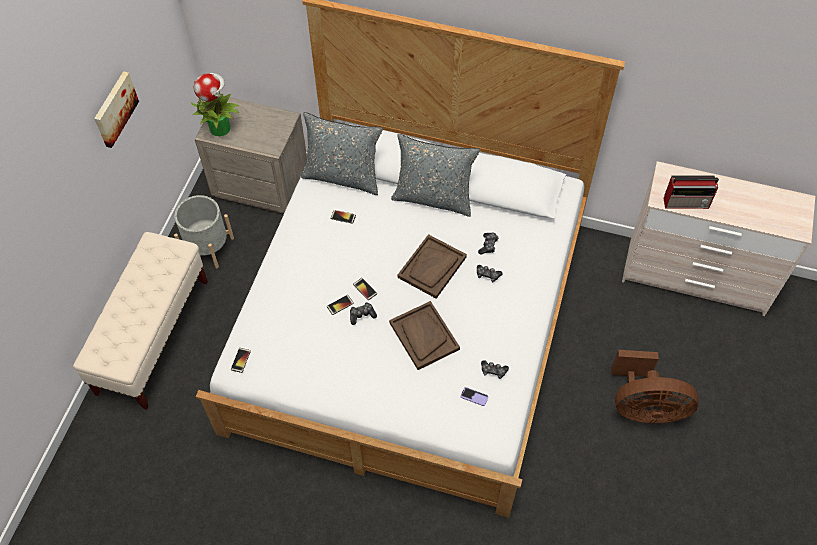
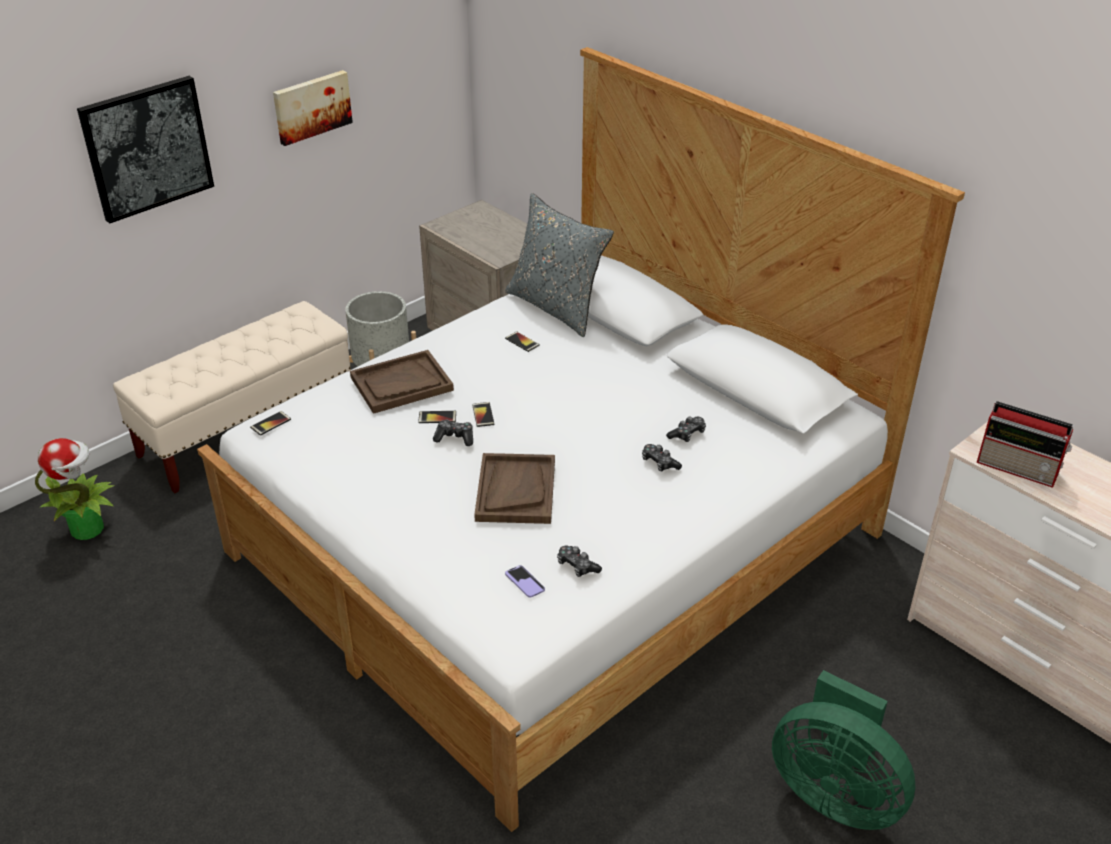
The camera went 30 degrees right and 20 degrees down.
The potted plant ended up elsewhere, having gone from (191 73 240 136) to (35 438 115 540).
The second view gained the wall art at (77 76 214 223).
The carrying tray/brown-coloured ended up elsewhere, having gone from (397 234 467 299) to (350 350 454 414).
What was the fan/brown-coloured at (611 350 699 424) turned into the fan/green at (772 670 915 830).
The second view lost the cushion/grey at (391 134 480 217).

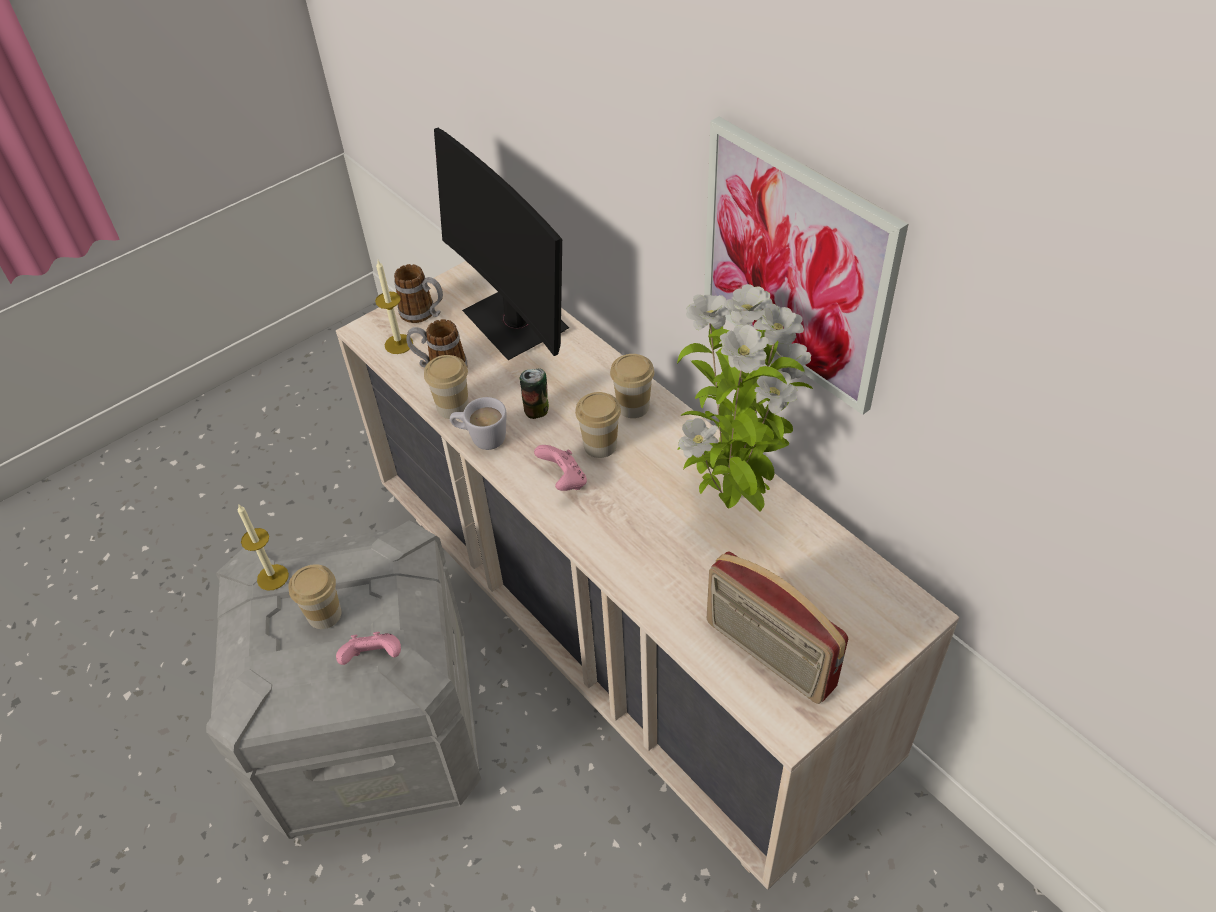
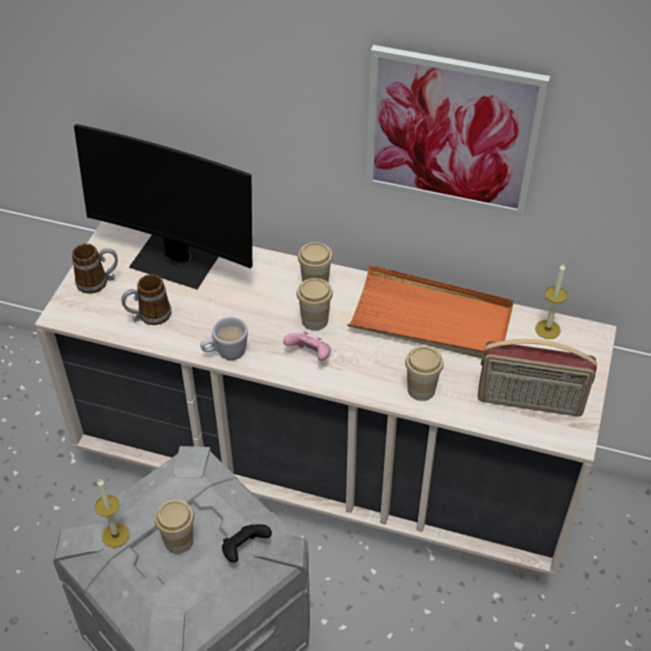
The camera went 35 degrees left and 0 degrees up.
What was the joypad/pinkish at (336 632 401 665) turned into the joypad/blackish at (222 524 272 563).
Where the potted plant stood at (677 284 813 511), the carrying tray/orangey came to stand at (347 264 514 359).
The cup ended up elsewhere, having gone from (424 355 469 419) to (405 346 444 401).
The wax candle ended up elsewhere, having gone from (375 260 413 354) to (535 263 567 339).
The second view lost the metal can at (519 368 549 419).

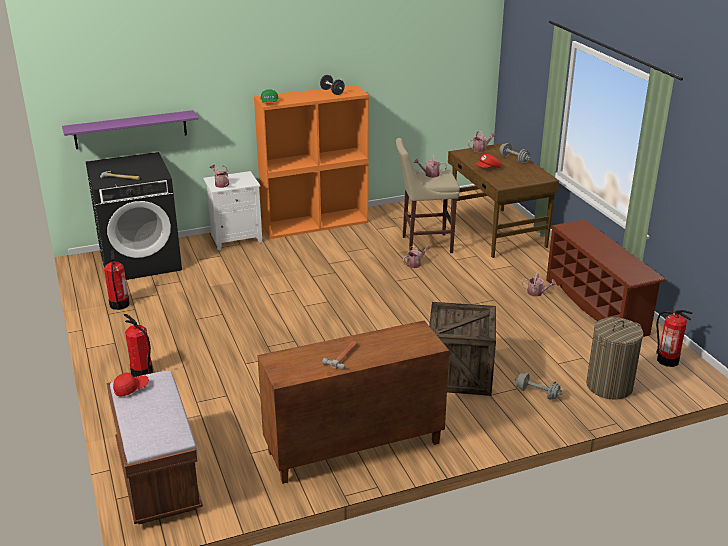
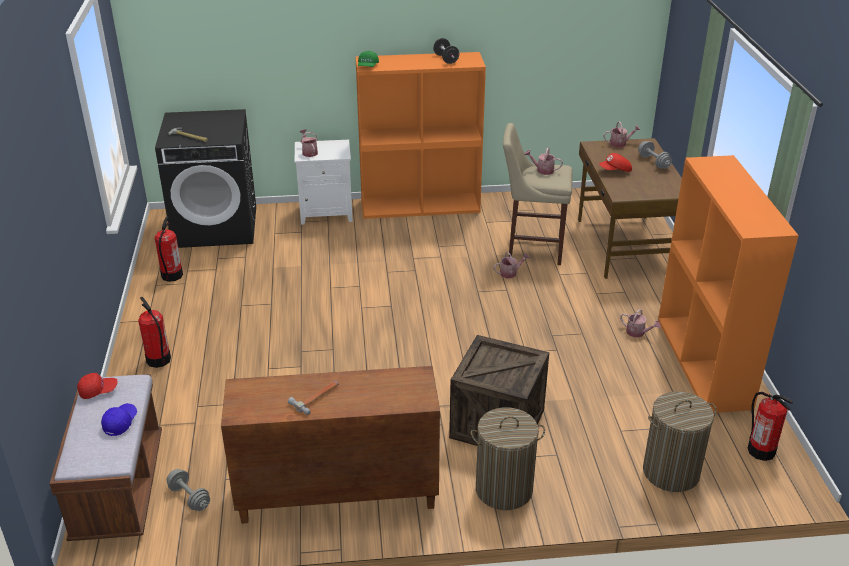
The camera went 15 degrees right and 5 degrees up.
The second view gained the peaked cap/bluish at (101 403 137 436).
The hand weight/grey ended up elsewhere, having gone from (515 373 563 400) to (167 469 210 511).
The second view gained the washing basket at (471 407 545 510).
Where the shoe stand/brown-coloured stood at (546 220 666 337), the bookshelf/orangey came to stand at (658 155 799 413).
The second view lost the wall shelf/purple-coloured at (62 110 199 149).

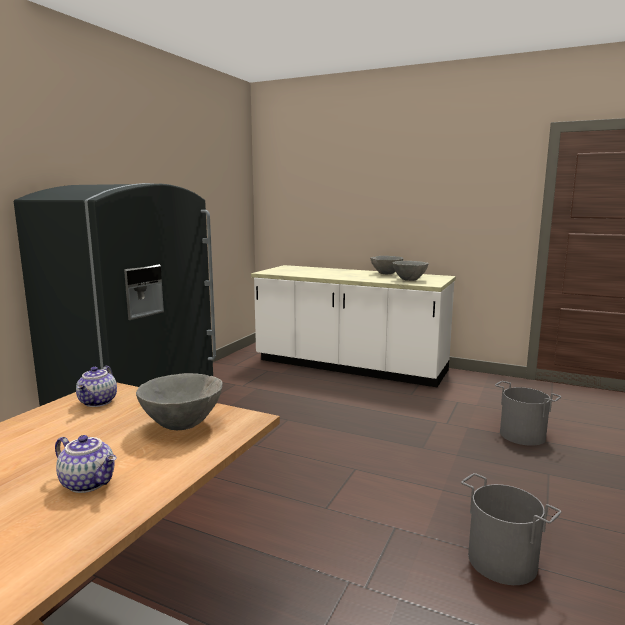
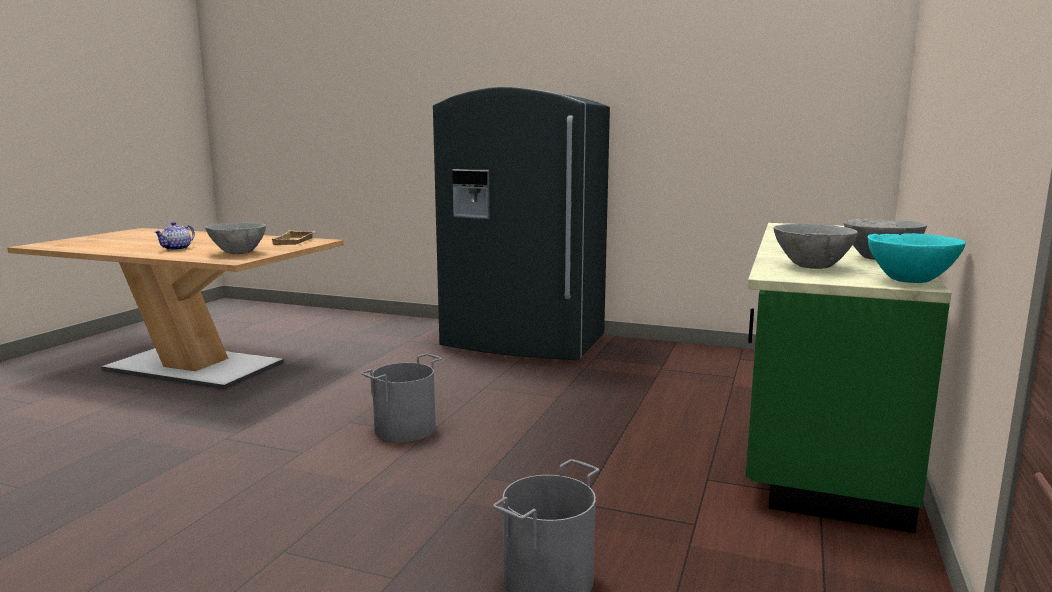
The camera went 85 degrees right and 0 degrees up.
Where the tea pot stood at (76 366 117 407), the carrying tray/beige-coloured came to stand at (272 230 315 245).
The pail/grey ended up elsewhere, having gone from (461 473 561 585) to (361 353 442 442).
What was the kitchen base unit/white at (251 265 456 387) turned into the kitchen base unit/green at (745 223 951 533).
The second view gained the serving bowl/blue-green at (867 233 966 283).

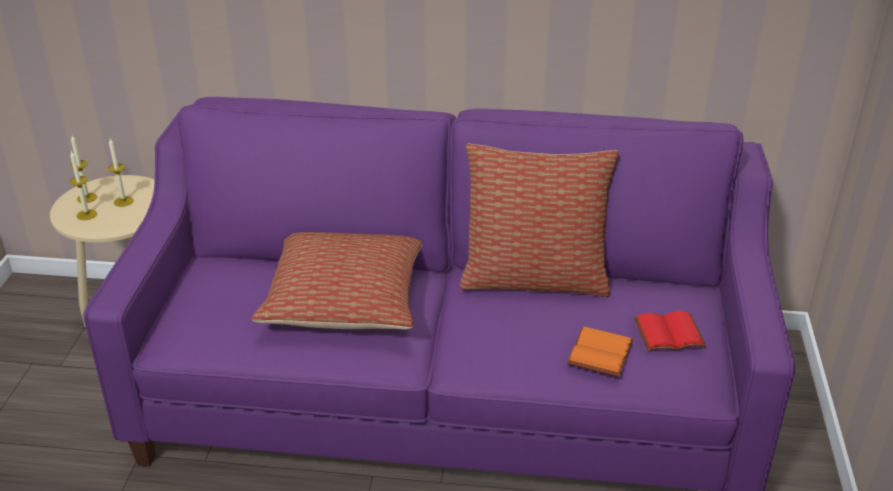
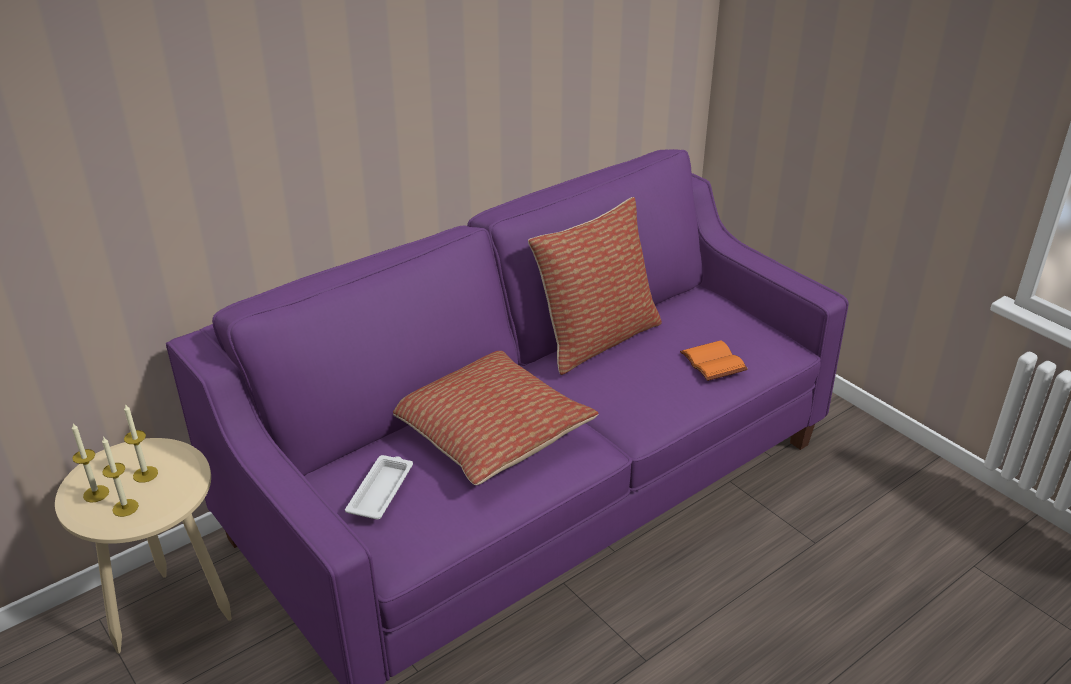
The camera went 45 degrees left and 0 degrees up.
The second view gained the carrying tray/white at (345 455 413 520).
The second view lost the volume/reddish at (634 311 706 351).

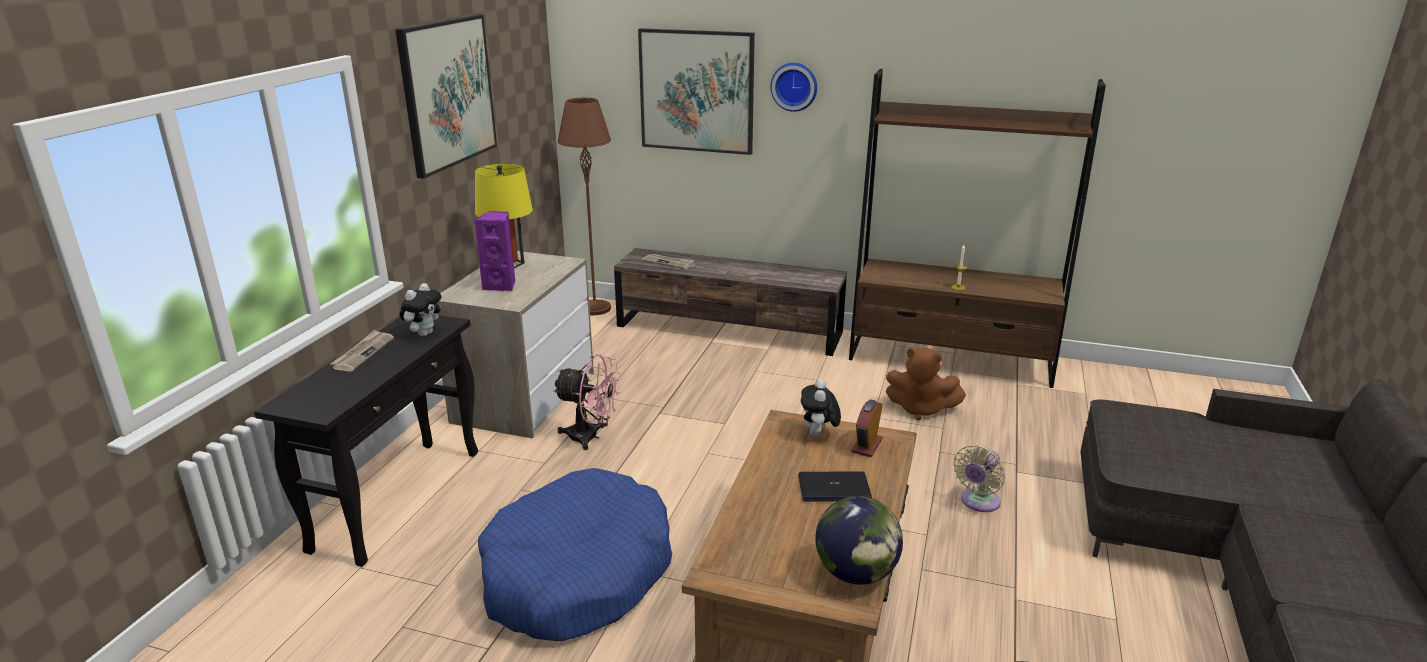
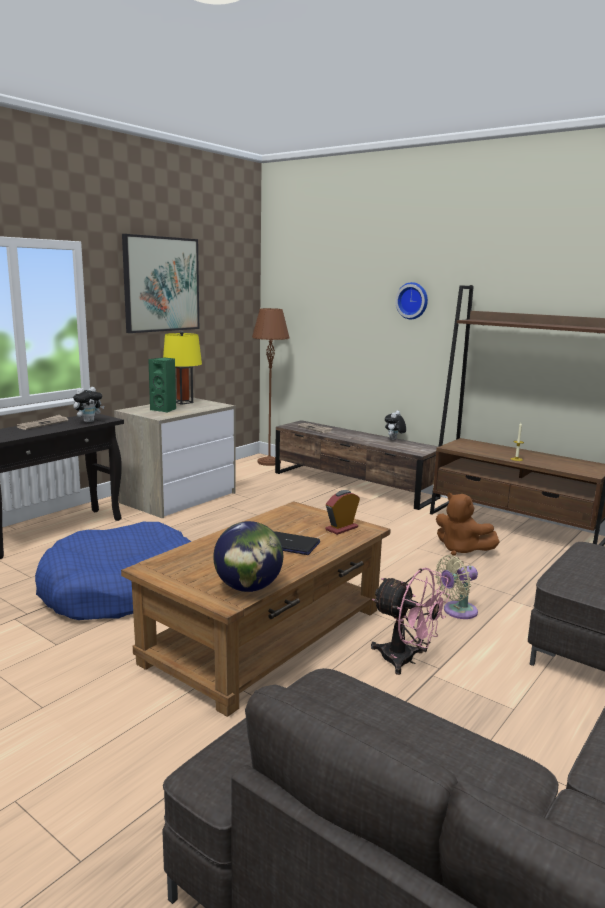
The camera went 20 degrees right and 10 degrees down.
What was the speaker/purple-coloured at (474 211 516 291) turned into the speaker/green at (148 357 176 412).
The fan/pinkish ended up elsewhere, having gone from (553 354 621 450) to (371 567 450 675).
The plush toy ended up elsewhere, having gone from (801 379 841 436) to (385 411 406 440).
The second view lost the wall art at (638 28 755 155).

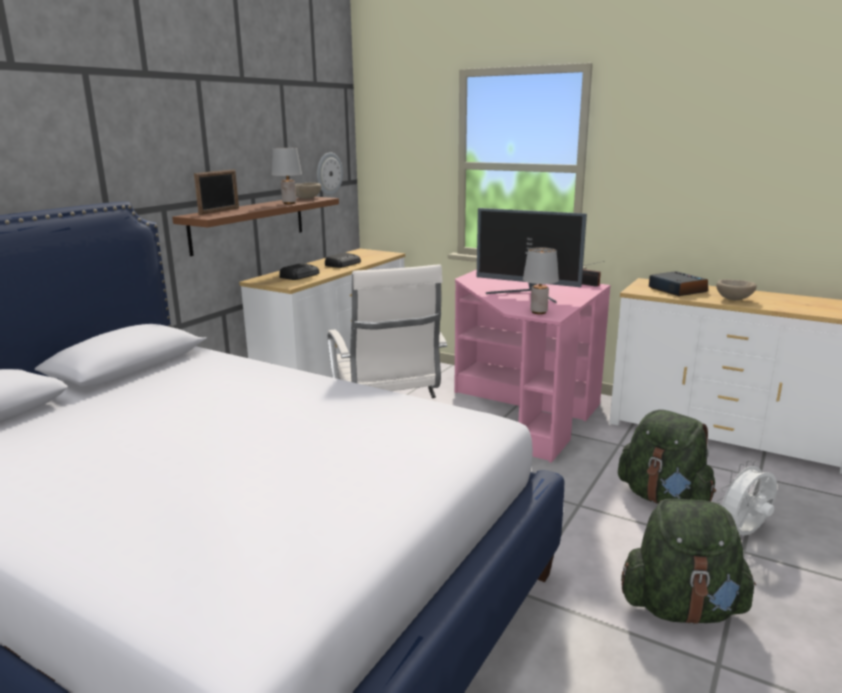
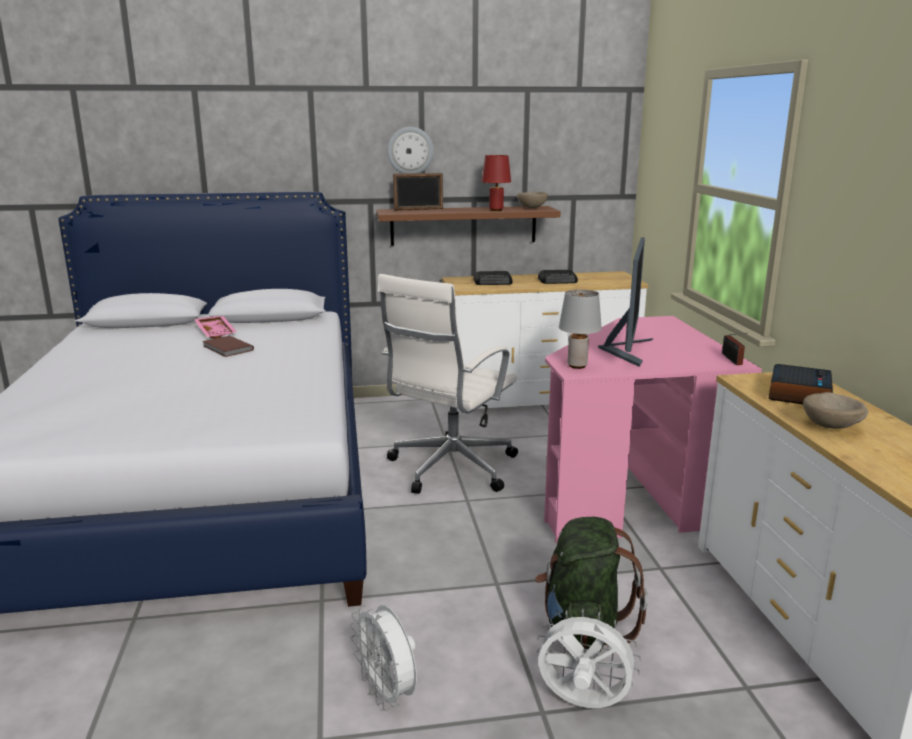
The camera went 50 degrees right and 0 degrees up.
The second view gained the carrying tray/pinkish at (194 316 237 339).
The second view gained the volume/brown-coloured at (203 335 254 357).
Where the knapsack/green stood at (621 499 756 625), the fan/white came to stand at (350 605 417 711).
The wall clock ended up elsewhere, having gone from (317 152 343 195) to (387 127 434 174).
What was the tabletop lamp/grey at (272 148 302 204) turned into the tabletop lamp/reddish at (481 155 511 211).
The computer screen at (477 208 587 303) ended up facing another way, 150 degrees counterclockwise from before.

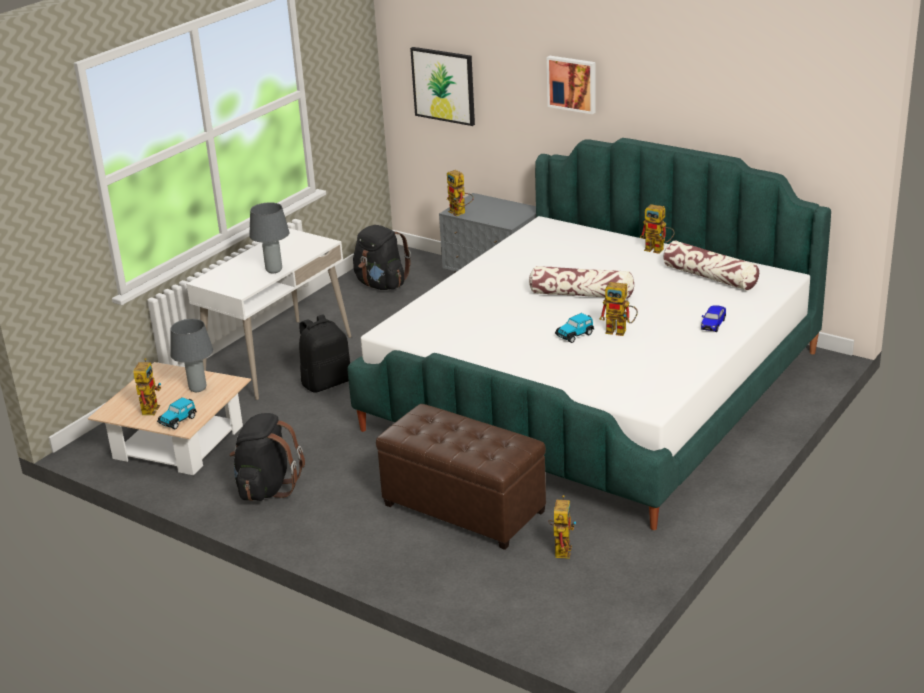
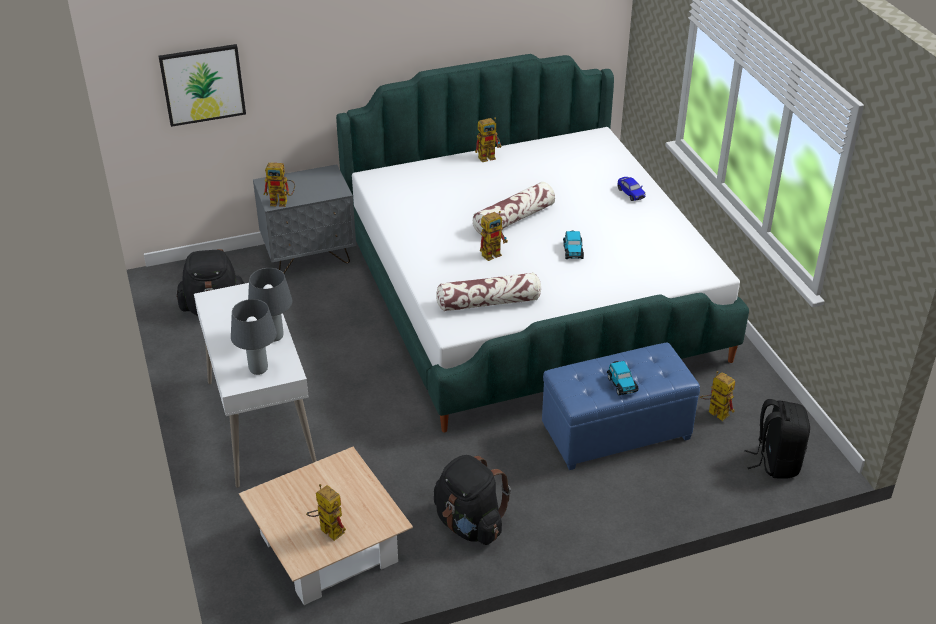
The camera went 55 degrees left and 10 degrees up.
The tabletop lamp/grey ended up elsewhere, having gone from (171 319 213 392) to (231 299 277 375).
The cushion ended up elsewhere, having gone from (663 241 759 291) to (436 272 541 312).
The toy robot ended up elsewhere, having gone from (599 282 638 336) to (480 211 508 261).
What was the pouffe/brown-coloured at (376 404 546 550) turned into the pouffe/bluish at (542 343 700 470).
The toy car ended up elsewhere, having gone from (157 397 197 429) to (607 361 638 395).
The knapsack/blackish ended up elsewhere, having gone from (299 315 350 393) to (745 399 810 479).
The second view lost the wall art at (547 56 596 114).

